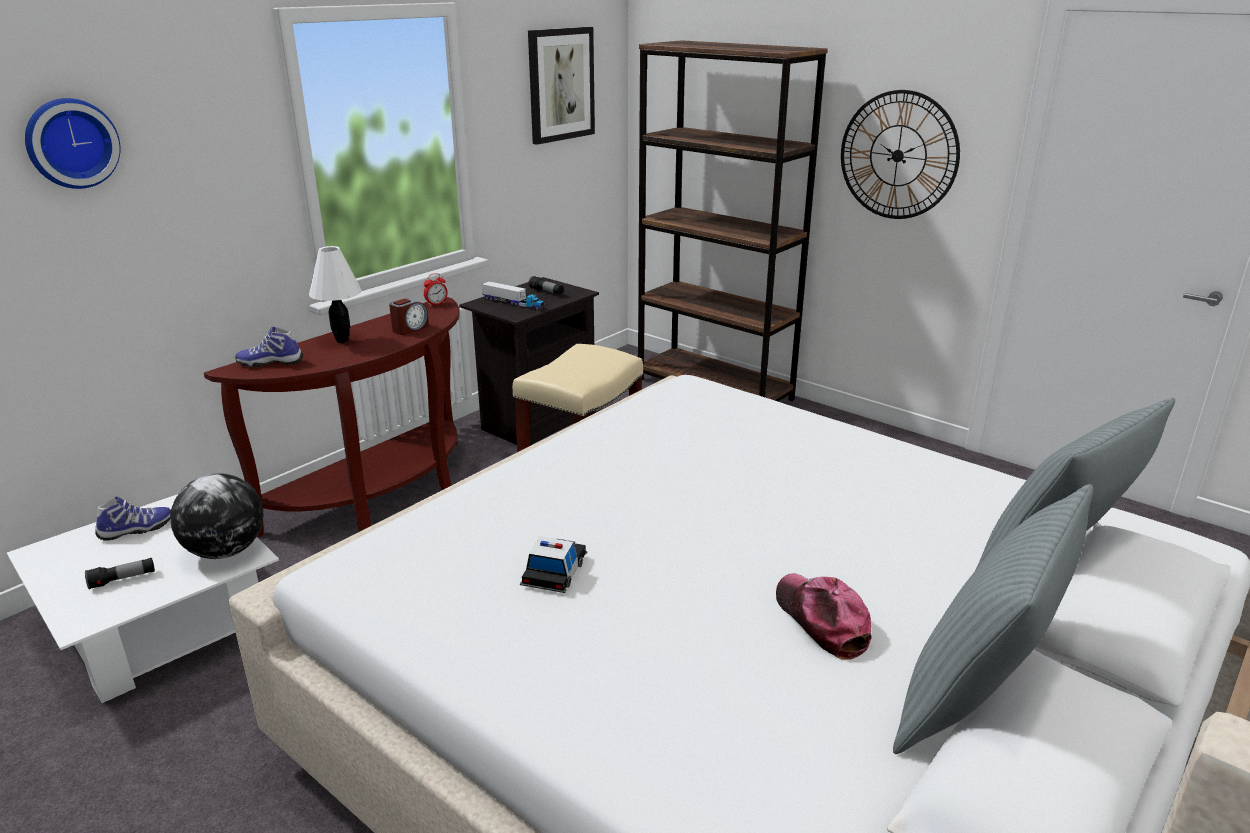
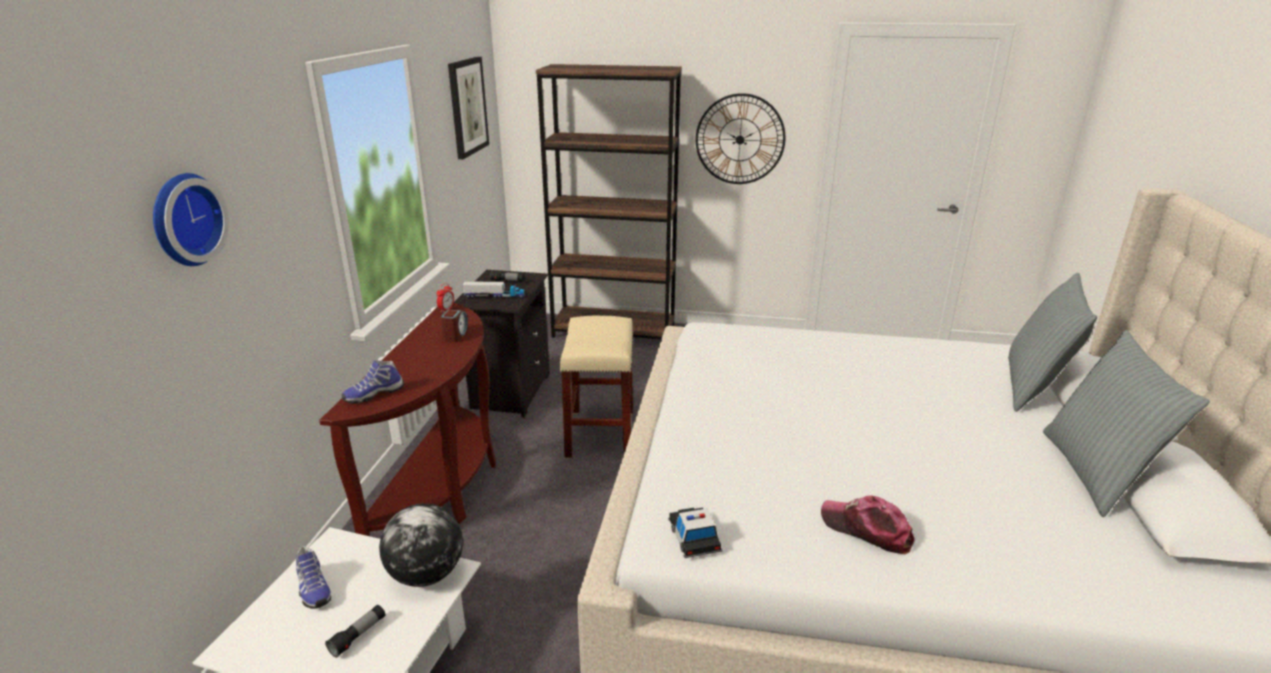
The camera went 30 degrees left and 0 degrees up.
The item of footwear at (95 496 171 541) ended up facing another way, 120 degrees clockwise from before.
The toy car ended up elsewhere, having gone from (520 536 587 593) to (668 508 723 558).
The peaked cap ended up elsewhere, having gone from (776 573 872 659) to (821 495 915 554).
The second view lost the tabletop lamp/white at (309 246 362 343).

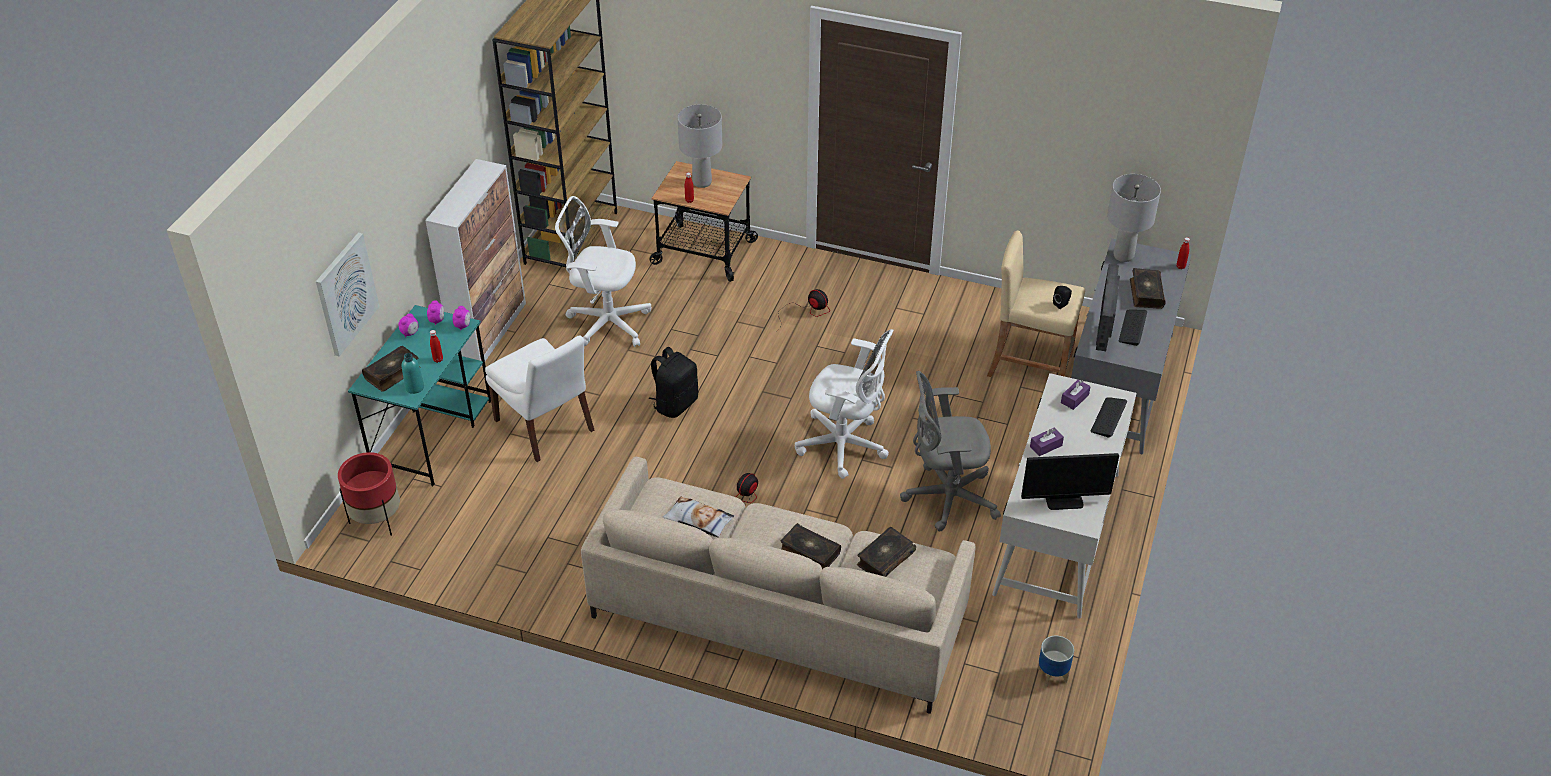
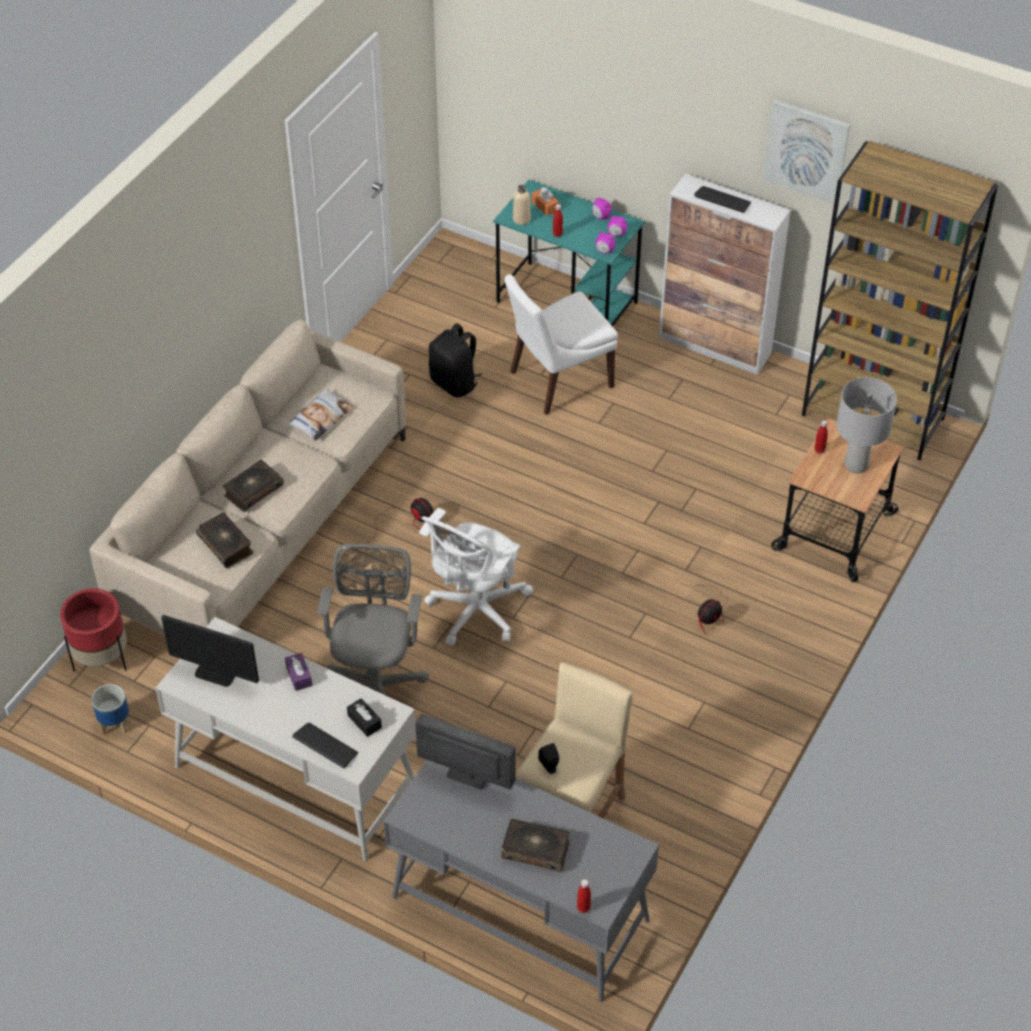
The camera went 100 degrees right and 5 degrees up.
The planter/reddish ended up elsewhere, having gone from (338 452 400 536) to (60 588 127 671).
The computer screen at (1021 453 1119 510) ended up facing another way, 75 degrees counterclockwise from before.
What was the tissue holder/purple-coloured at (1061 380 1091 410) turned into the tissue holder/blackish at (347 698 382 737).
The knapsack/blackish ended up elsewhere, having gone from (648 347 698 418) to (429 323 482 397).
What was the bottle/blue-green at (402 353 424 394) turned into the bottle/beige-coloured at (513 185 531 225).
Where the volume stood at (362 346 421 392), the tissue holder/orangey came to stand at (531 187 559 216).
The keyboard ended up elsewhere, having gone from (1118 309 1147 346) to (694 186 751 213).
The wall art ended up elsewhere, having gone from (316 233 379 356) to (763 99 850 204).
The second view lost the desk chair/white at (555 196 651 347).
The second view lost the tabletop lamp/grey at (1107 174 1161 262).

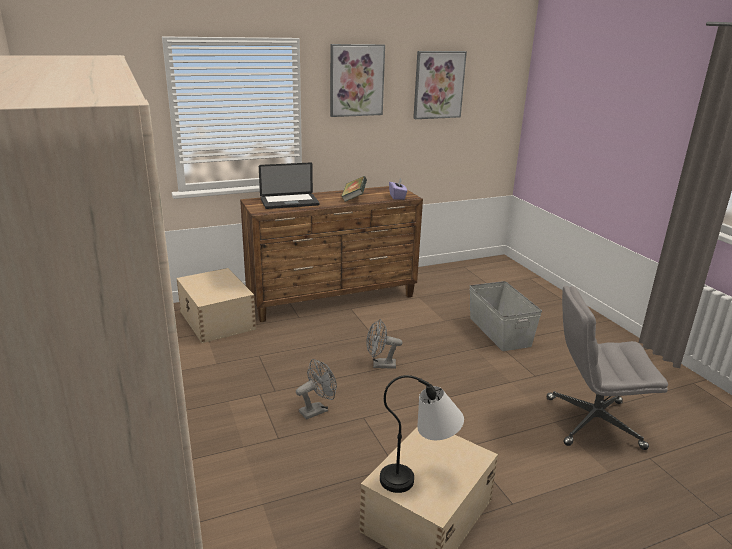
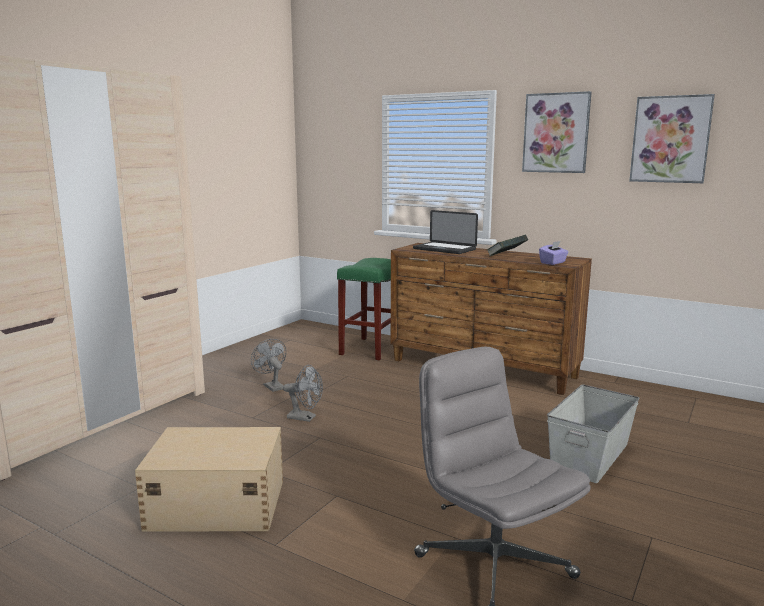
The camera went 55 degrees right and 10 degrees down.
The fan/grey ended up elsewhere, having gone from (366 319 403 369) to (251 339 286 392).
Where the storage container/beige-coloured stood at (176 268 256 343), the stool/green came to stand at (337 258 391 361).
The second view lost the tabletop lamp at (380 375 464 493).

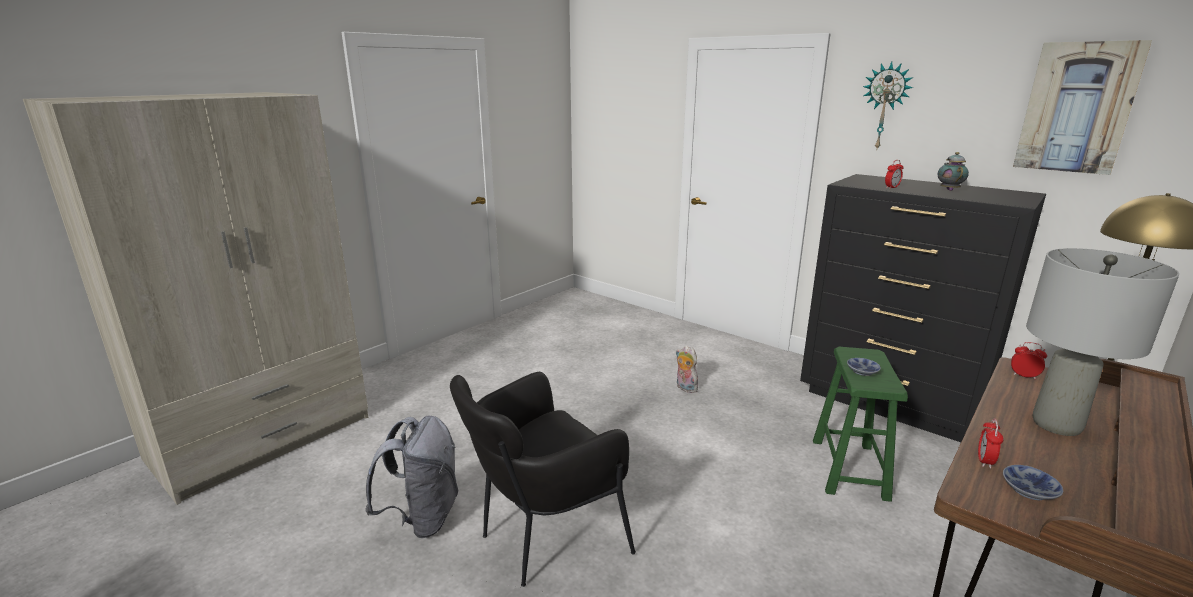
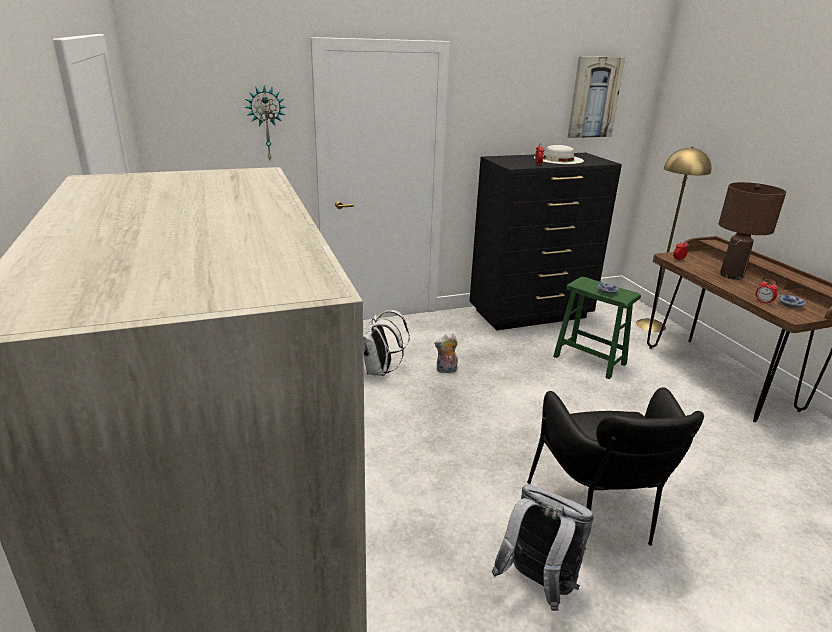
The camera went 60 degrees left and 5 degrees up.
The wall clock ended up elsewhere, having gone from (863 62 913 151) to (245 85 285 160).
The second view gained the knapsack/white at (363 310 409 376).
Where the tea pot stood at (938 152 969 191), the clothing hat/white came to stand at (534 145 584 164).
What was the tabletop lamp/grey at (1026 248 1179 436) turned into the tabletop lamp/brown-coloured at (718 182 786 280).

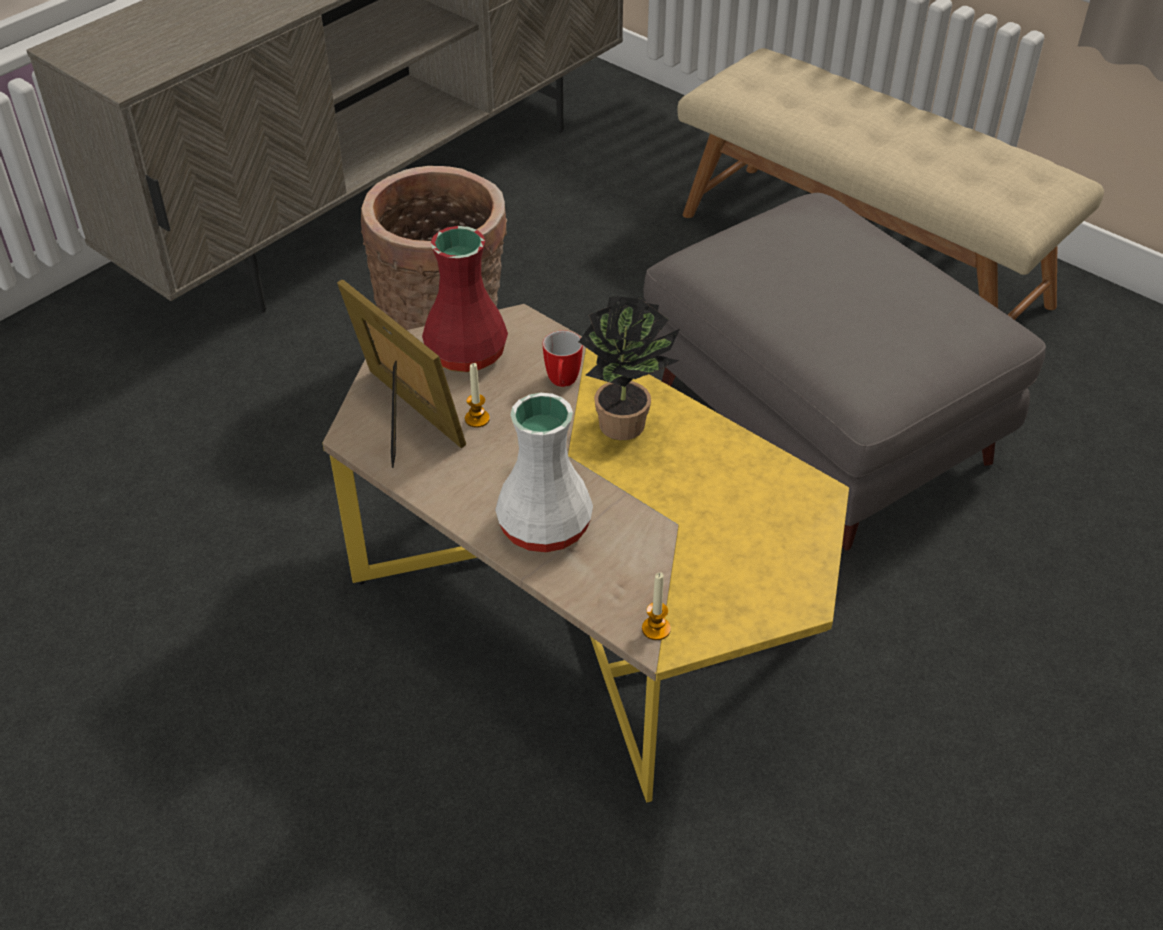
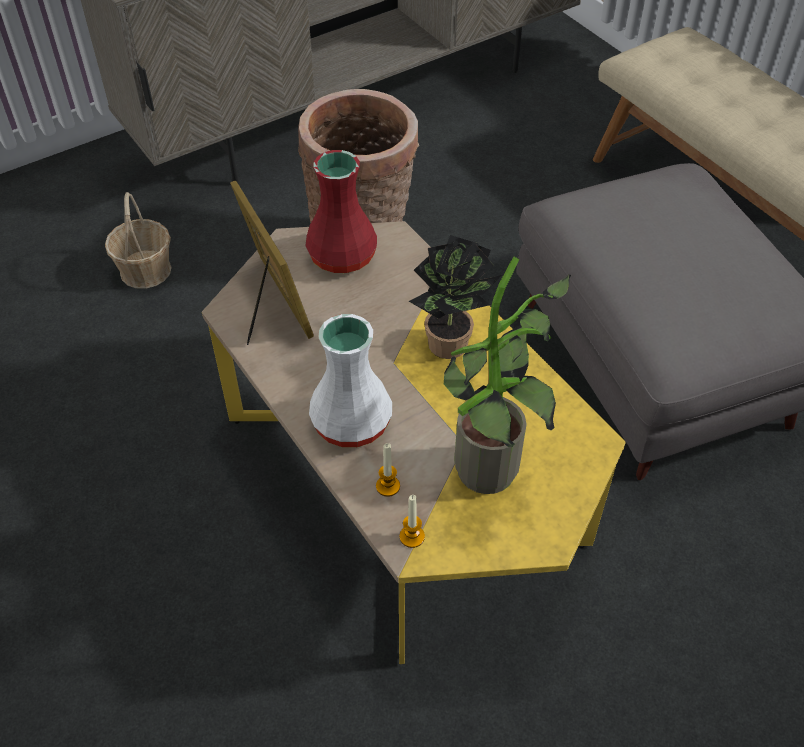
The camera went 15 degrees right and 5 degrees up.
The second view gained the household basket at (105 192 172 289).
The wax candle ended up elsewhere, having gone from (465 363 490 428) to (376 443 400 497).
The second view gained the potted plant at (444 256 571 494).
The second view lost the coffee mug at (543 330 583 387).

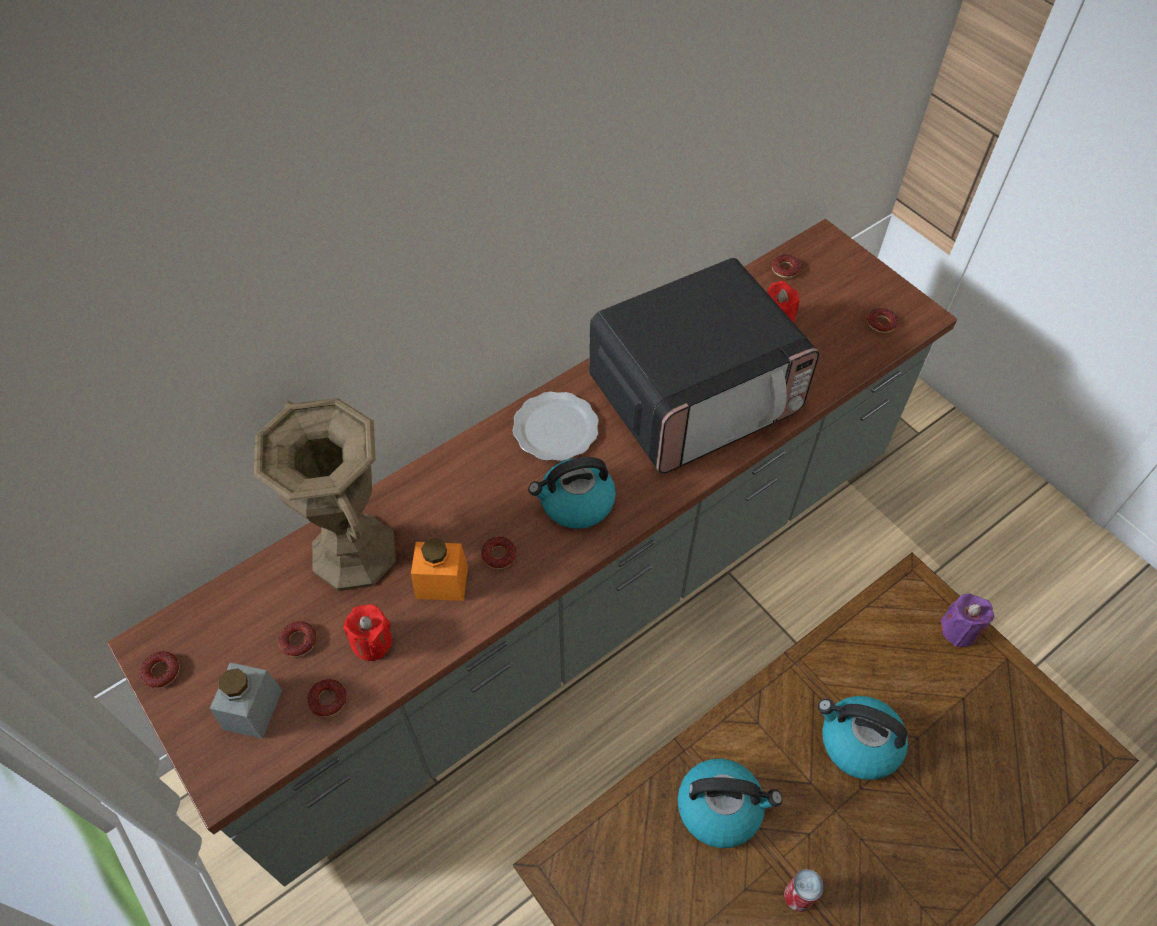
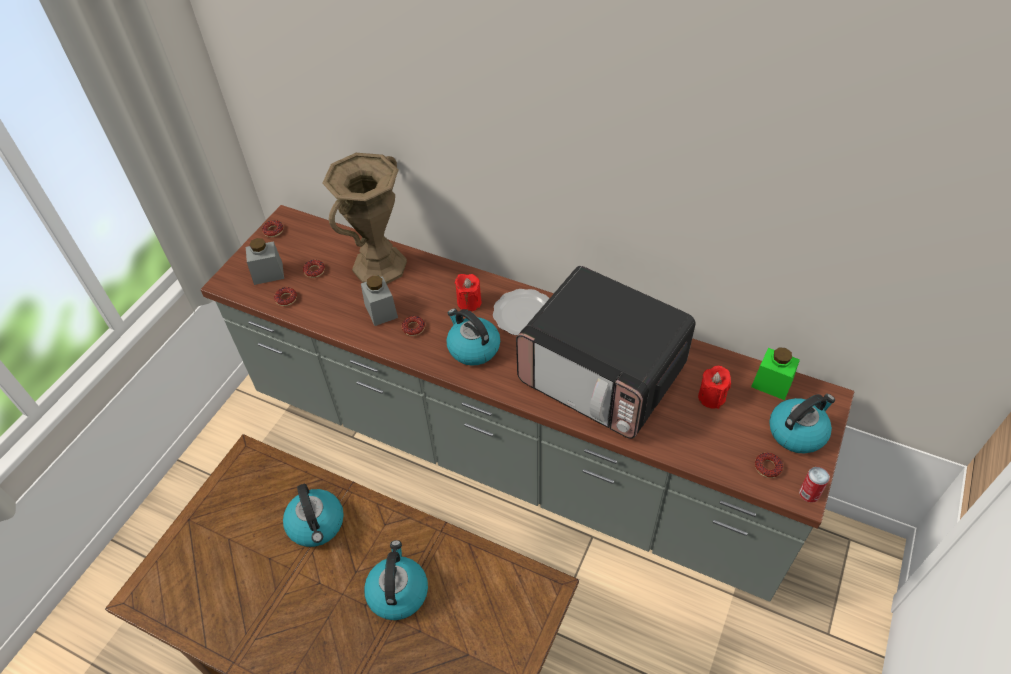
The camera went 65 degrees right and 5 degrees down.
What was the preserve jar/orangey at (411 538 468 601) turned into the preserve jar/grey at (361 276 398 326).
The wax candle/reddish ended up elsewhere, having gone from (344 604 392 661) to (455 274 482 312).
Where the ring doughnut stood at (772 254 801 278), the preserve jar/green came to stand at (751 347 800 400).
The second view gained the water kettle at (769 394 835 454).
The metal can ended up elsewhere, having gone from (784 869 824 912) to (799 467 830 503).
The second view lost the wax candle/purple-coloured at (940 594 994 647).

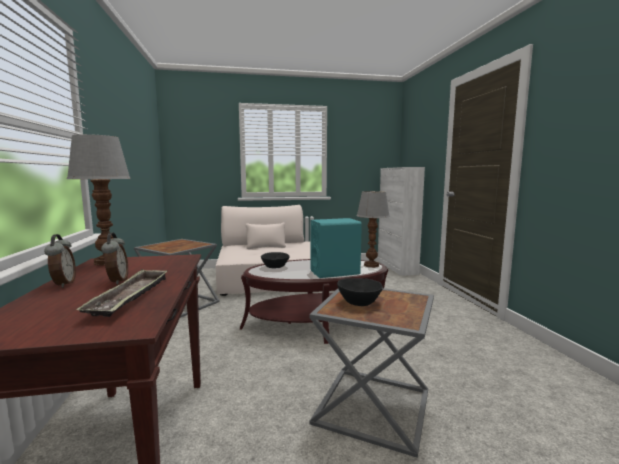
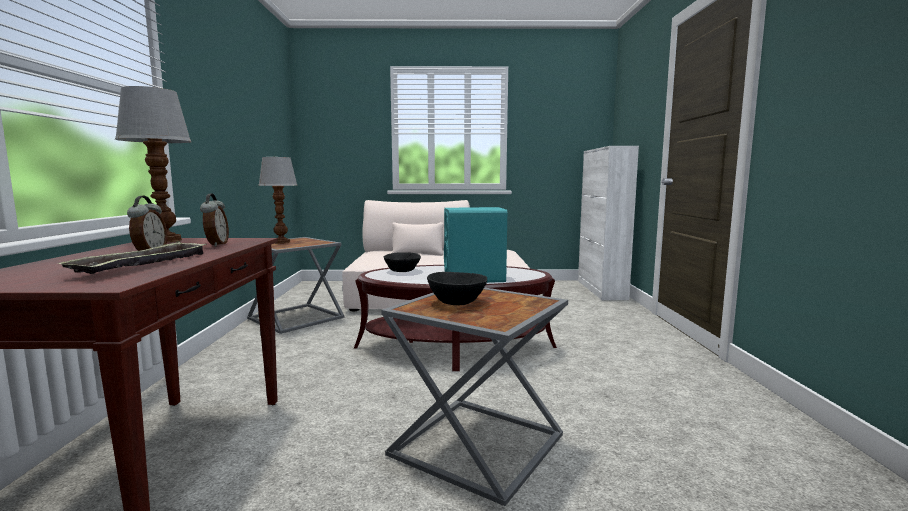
The camera went 10 degrees right and 0 degrees up.
The bedside clock ended up elsewhere, having gone from (44 234 76 288) to (200 193 229 247).
The tabletop lamp ended up elsewhere, having gone from (357 191 390 268) to (258 157 297 244).

